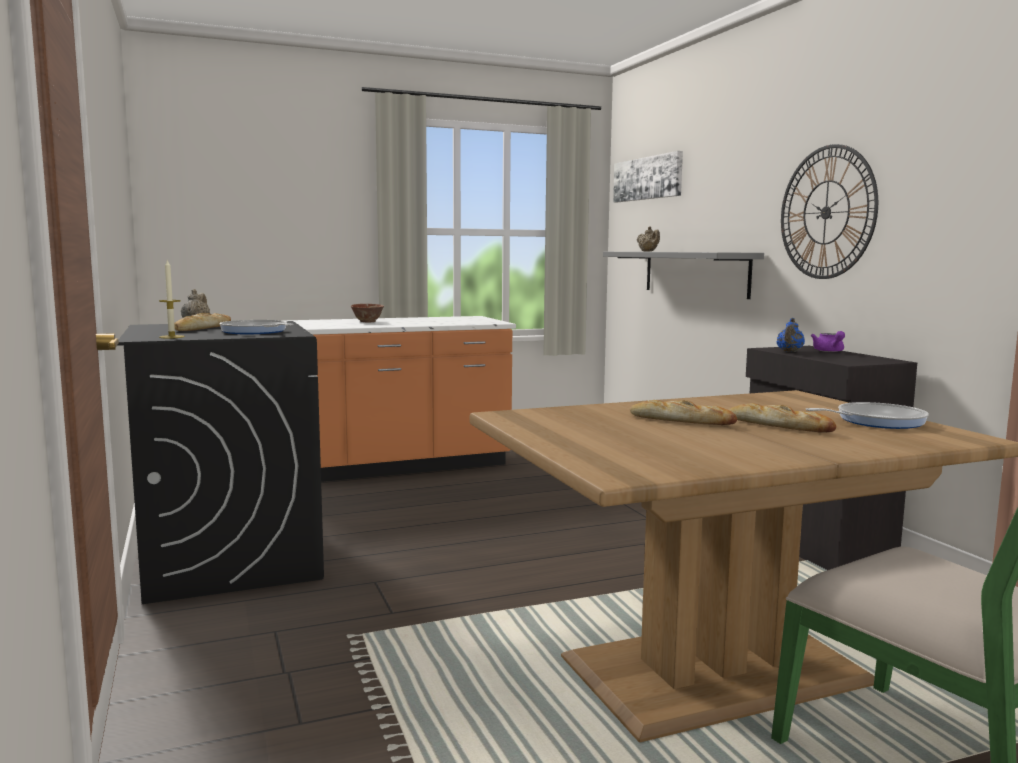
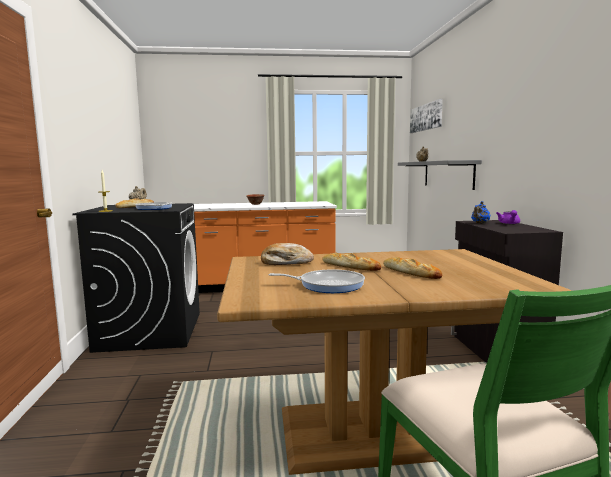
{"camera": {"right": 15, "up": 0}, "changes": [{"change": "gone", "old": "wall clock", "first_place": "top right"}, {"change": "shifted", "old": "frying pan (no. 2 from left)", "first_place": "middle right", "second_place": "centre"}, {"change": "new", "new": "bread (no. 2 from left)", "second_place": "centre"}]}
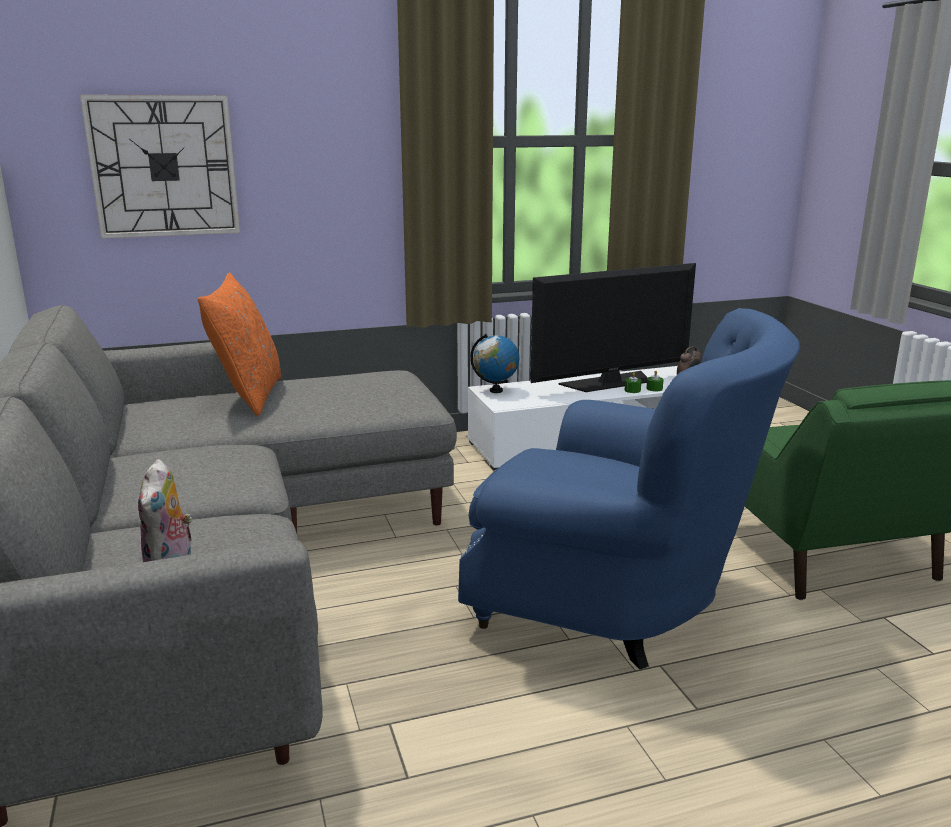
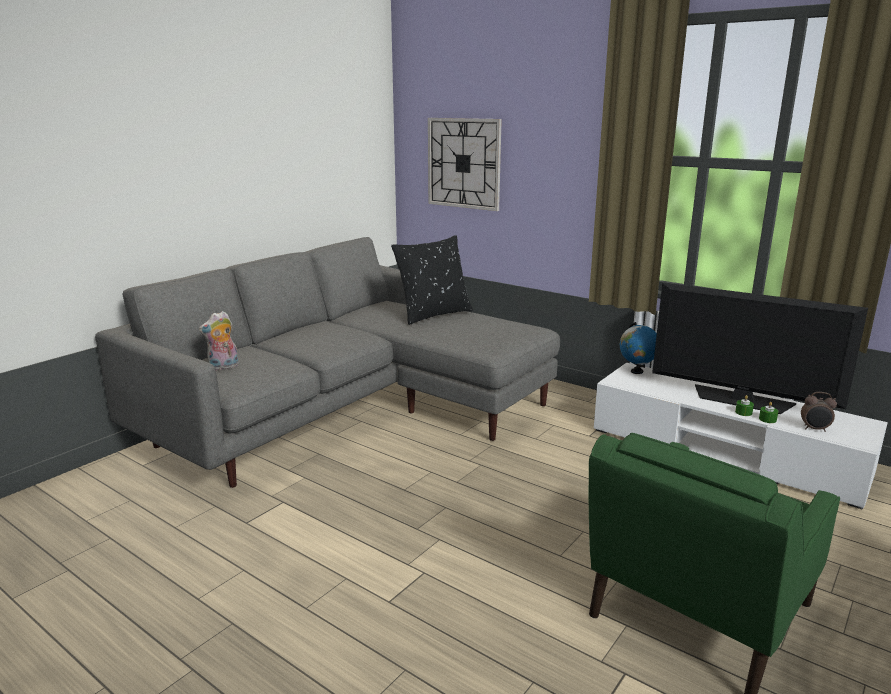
{"camera": {"right": 55, "up": 0}, "changes": [{"change": "repainted", "old": "pillow/orange", "new": "pillow/black", "first_place": "middle left", "second_place": "centre"}, {"change": "gone", "old": "armchair/blue", "first_place": "centre"}]}
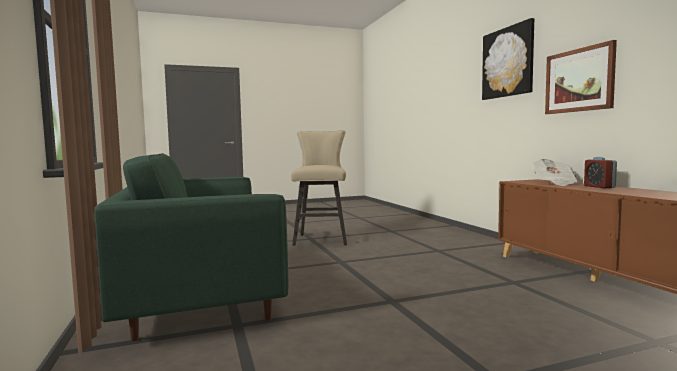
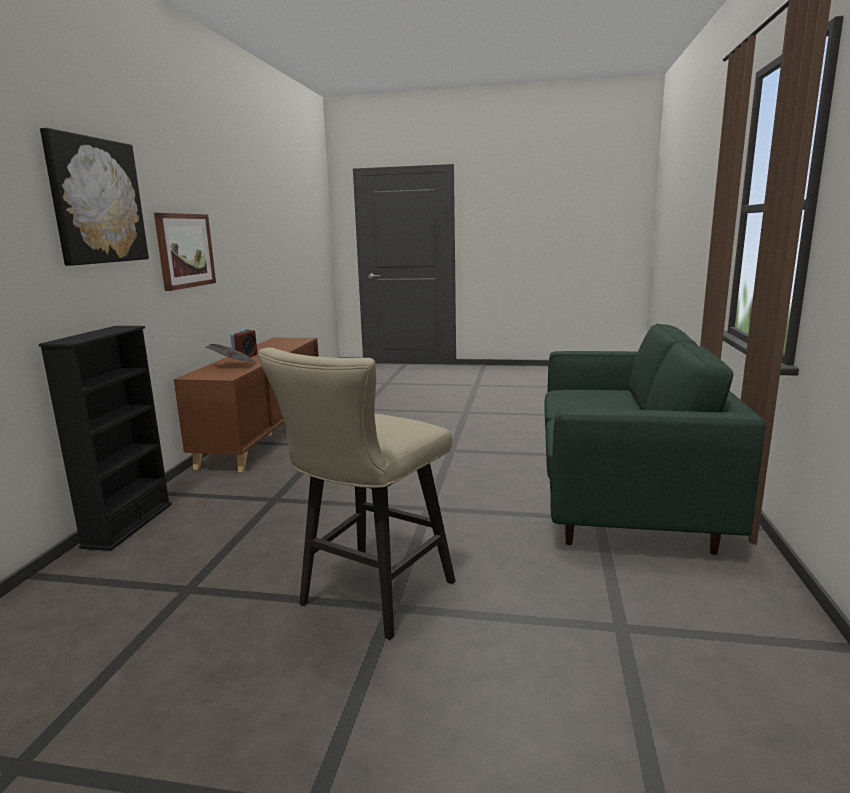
{"camera": {"right": -150, "up": 10}, "changes": [{"change": "new", "new": "bookcase/black", "second_place": "middle left"}]}
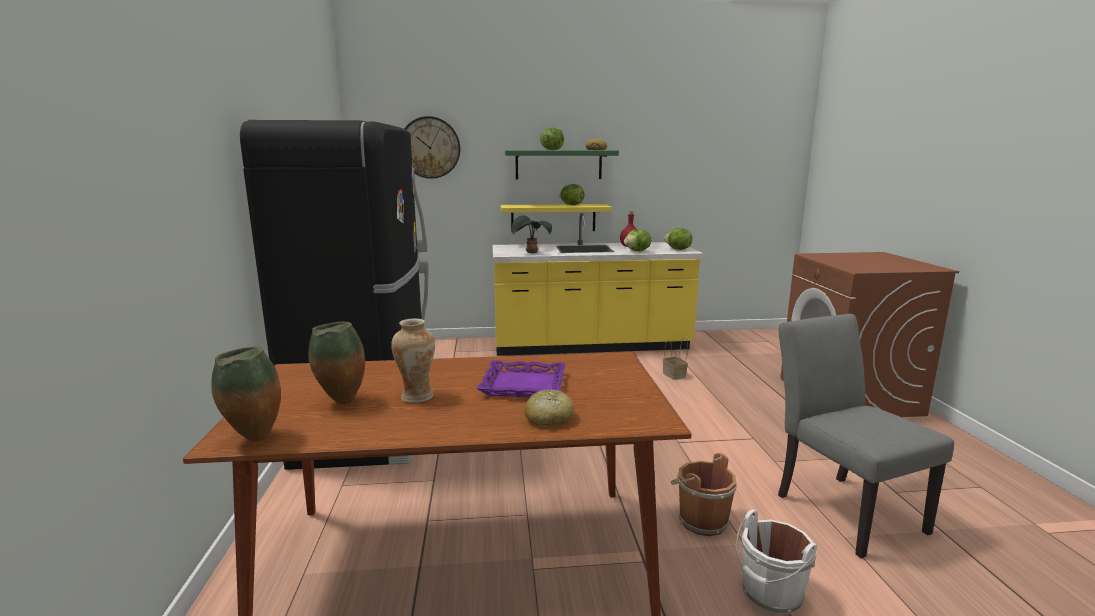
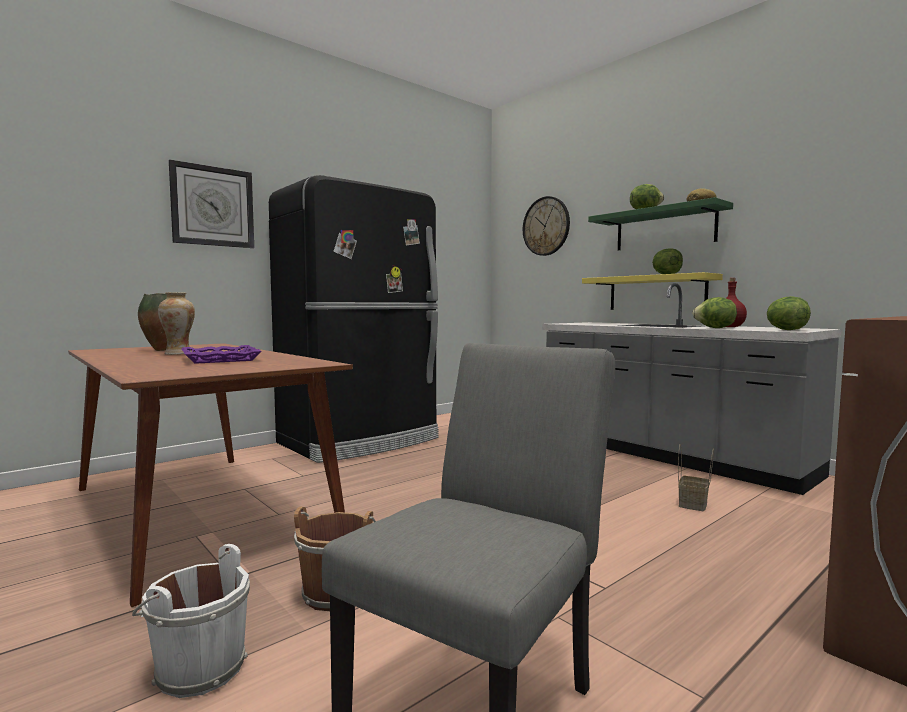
{"camera": {"right": 55, "up": -10}, "changes": [{"change": "repainted", "old": "counter/yellow", "new": "counter/grey", "first_place": "centre", "second_place": "middle right"}, {"change": "gone", "old": "potted plant", "first_place": "centre"}, {"change": "gone", "old": "vase (no. 1 from left)", "first_place": "middle left"}, {"change": "gone", "old": "bread (no. 1 from left)", "first_place": "centre"}, {"change": "new", "new": "wall clock (no. 1 from left)", "second_place": "top left"}]}
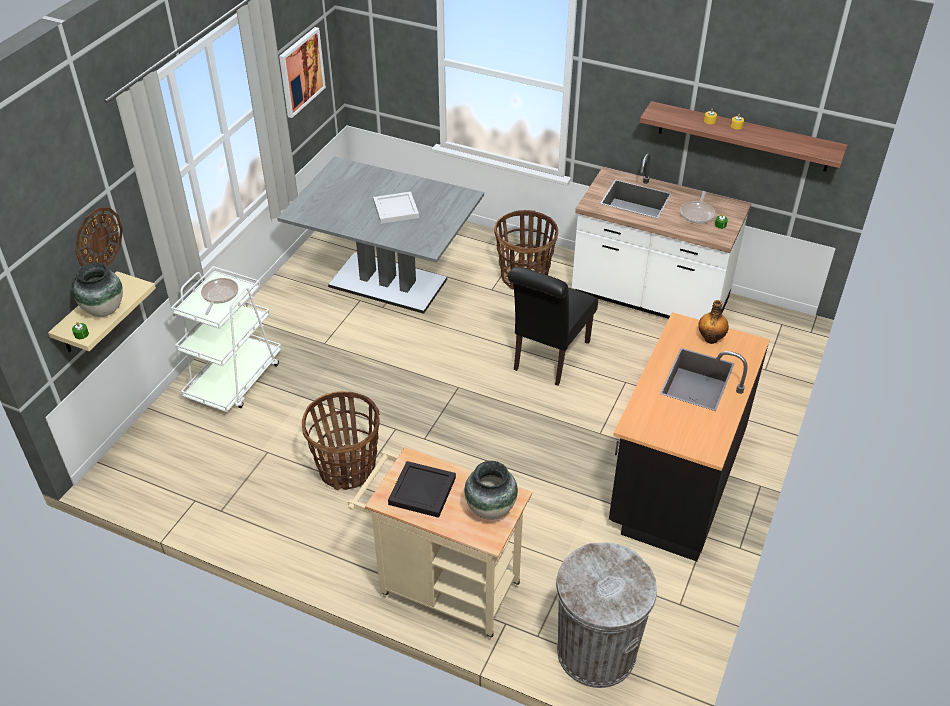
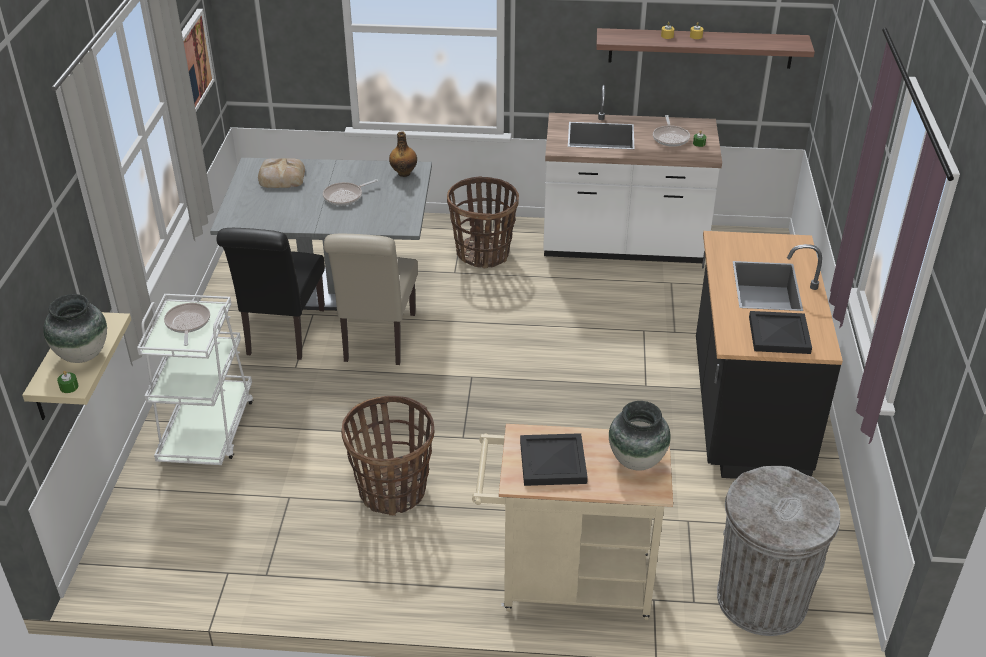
{"camera": {"right": -20, "up": -5}, "changes": [{"change": "swapped", "old": "tray/white", "new": "frying pan (no. 2 from left)", "first_place": "top centre", "second_place": "top centre"}, {"change": "gone", "old": "wall clock", "first_place": "middle left"}, {"change": "shifted", "old": "chair/black", "first_place": "centre", "second_place": "middle left"}, {"change": "shifted", "old": "bottle", "first_place": "middle right", "second_place": "top centre"}, {"change": "new", "new": "bread", "second_place": "top left"}, {"change": "new", "new": "chair/beige", "second_place": "centre"}, {"change": "new", "new": "tray/black (no. 2 from left)", "second_place": "middle right"}]}
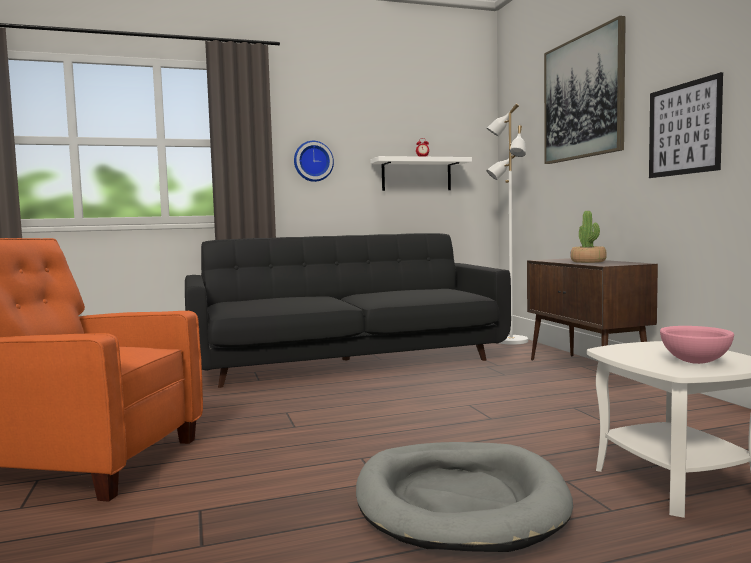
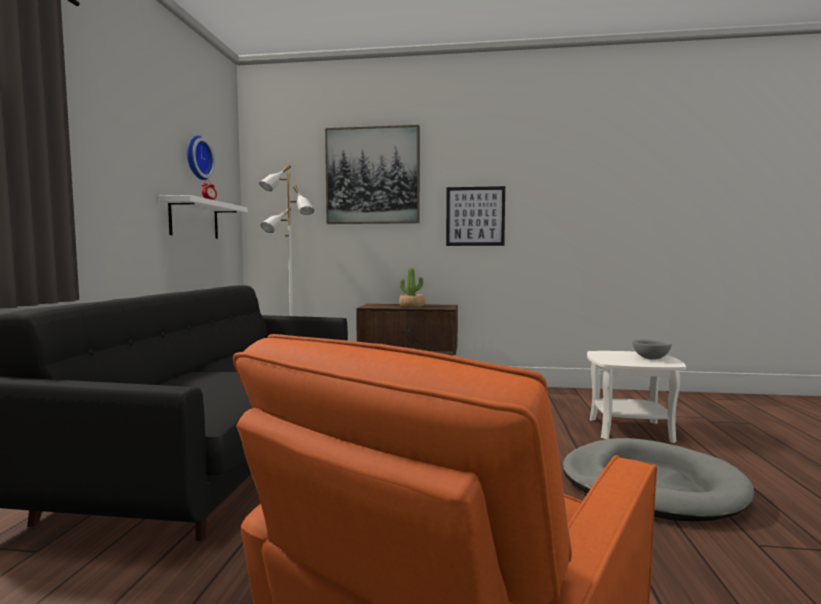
{"camera": {"right": -65, "up": 0}, "changes": [{"change": "shifted", "old": "wall clock", "first_place": "top centre", "second_place": "top left"}, {"change": "repainted", "old": "bowl/pink", "new": "bowl/grey", "first_place": "middle right", "second_place": "middle right"}]}
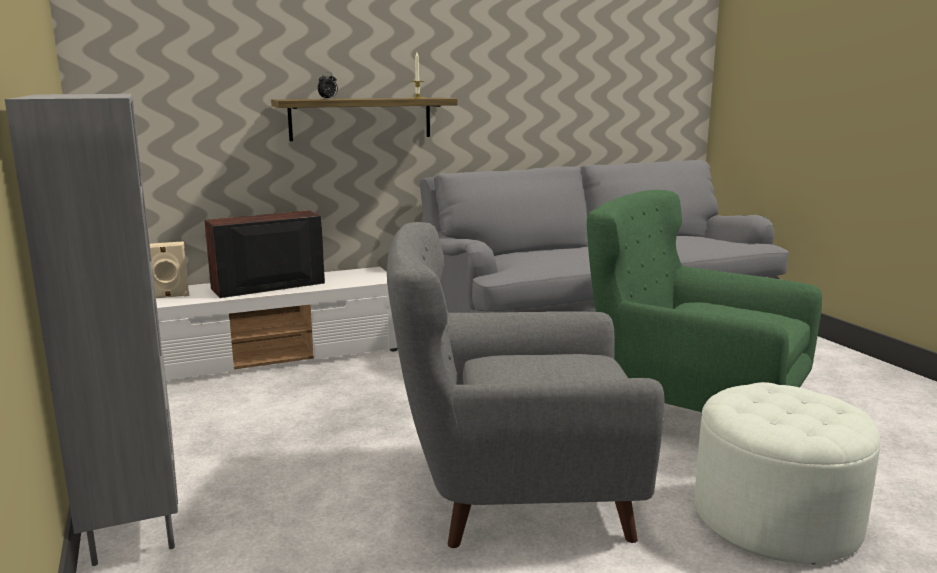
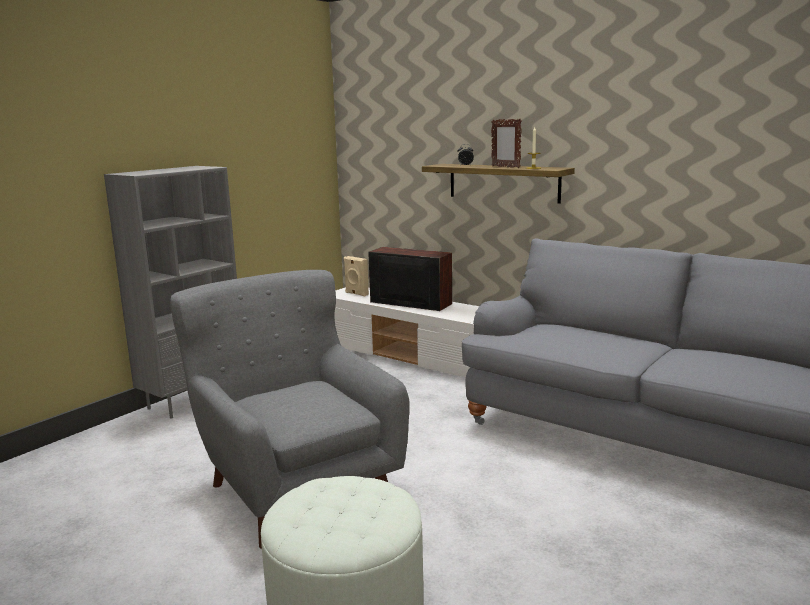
{"camera": {"right": 60, "up": 0}, "changes": [{"change": "gone", "old": "armchair/green", "first_place": "middle right"}, {"change": "new", "new": "picture frame", "second_place": "top centre"}]}
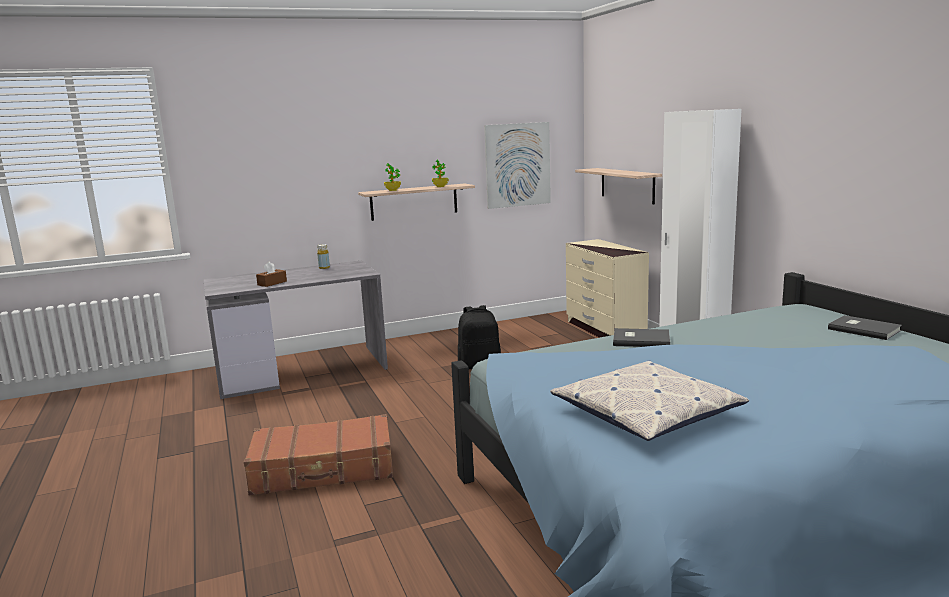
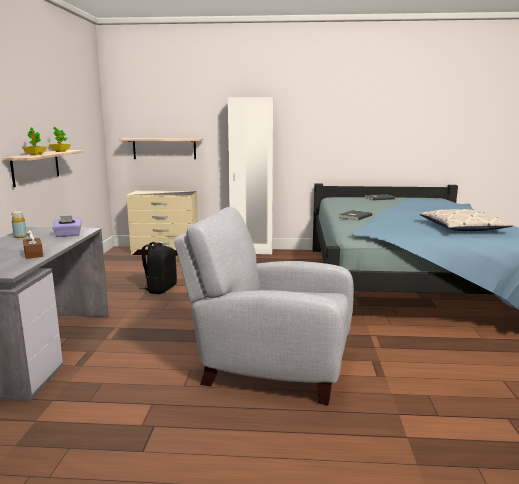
{"camera": {"right": -65, "up": 0}, "changes": [{"change": "gone", "old": "picture", "first_place": "top centre"}, {"change": "swapped", "old": "suitcase/brown", "new": "armchair/grey", "first_place": "bottom centre", "second_place": "centre"}, {"change": "new", "new": "tissue box/purple", "second_place": "middle left"}]}
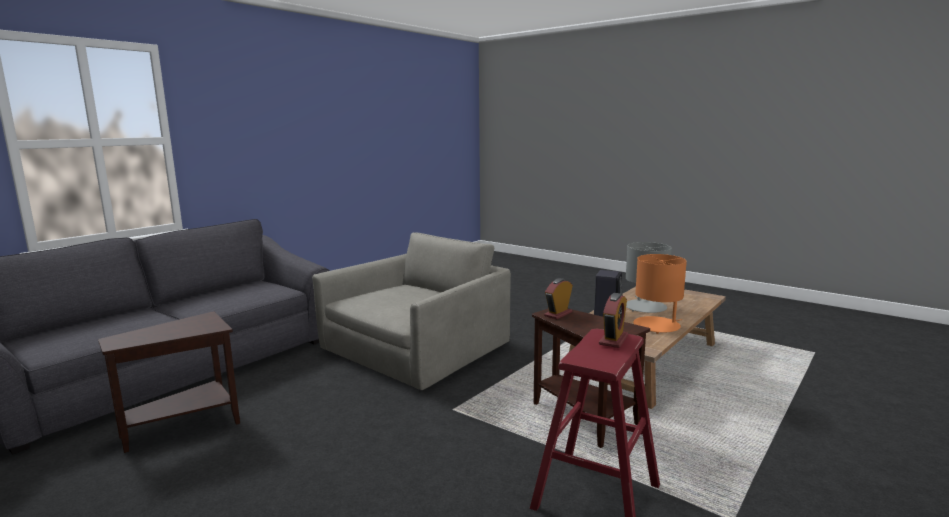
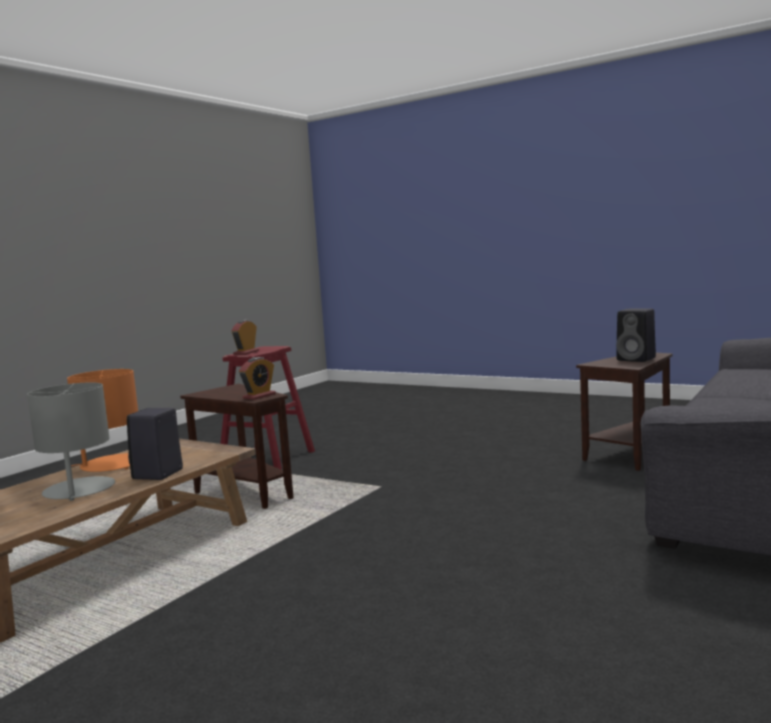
{"camera": {"right": 175, "up": -5}, "changes": [{"change": "gone", "old": "armchair/grey", "first_place": "centre"}, {"change": "new", "new": "speaker/black (no. 2 from left)", "second_place": "middle right"}]}
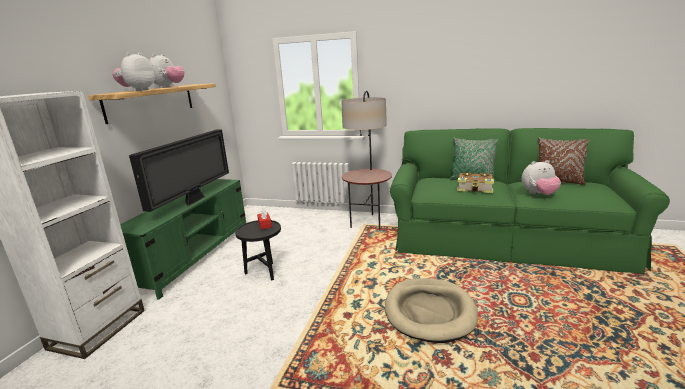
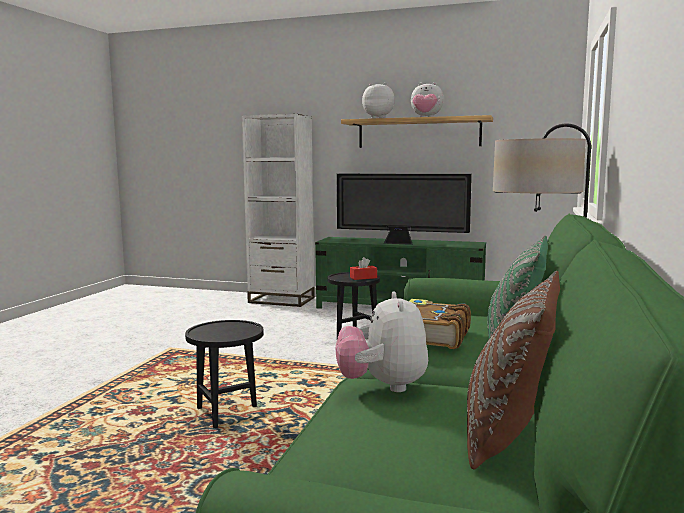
{"camera": {"right": 90, "up": -10}, "changes": [{"change": "swapped", "old": "dog bed/beige", "new": "side table/black (no. 1 from left)", "first_place": "bottom centre", "second_place": "bottom left"}]}
